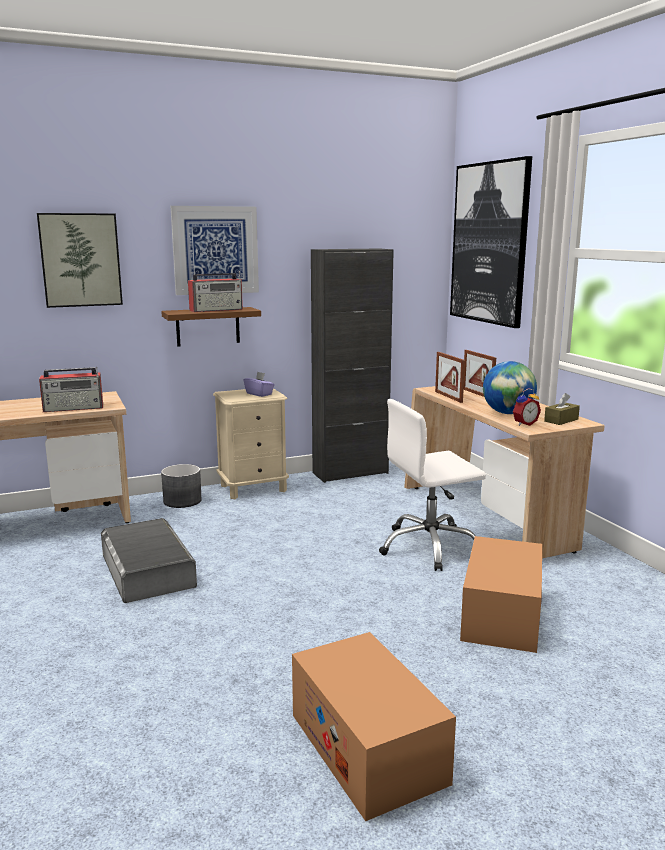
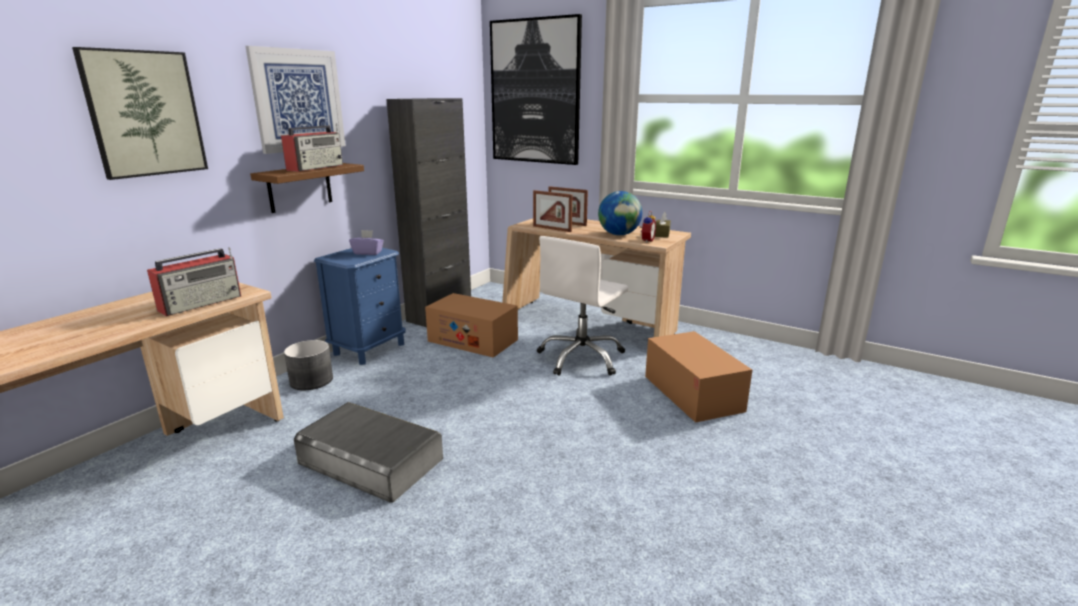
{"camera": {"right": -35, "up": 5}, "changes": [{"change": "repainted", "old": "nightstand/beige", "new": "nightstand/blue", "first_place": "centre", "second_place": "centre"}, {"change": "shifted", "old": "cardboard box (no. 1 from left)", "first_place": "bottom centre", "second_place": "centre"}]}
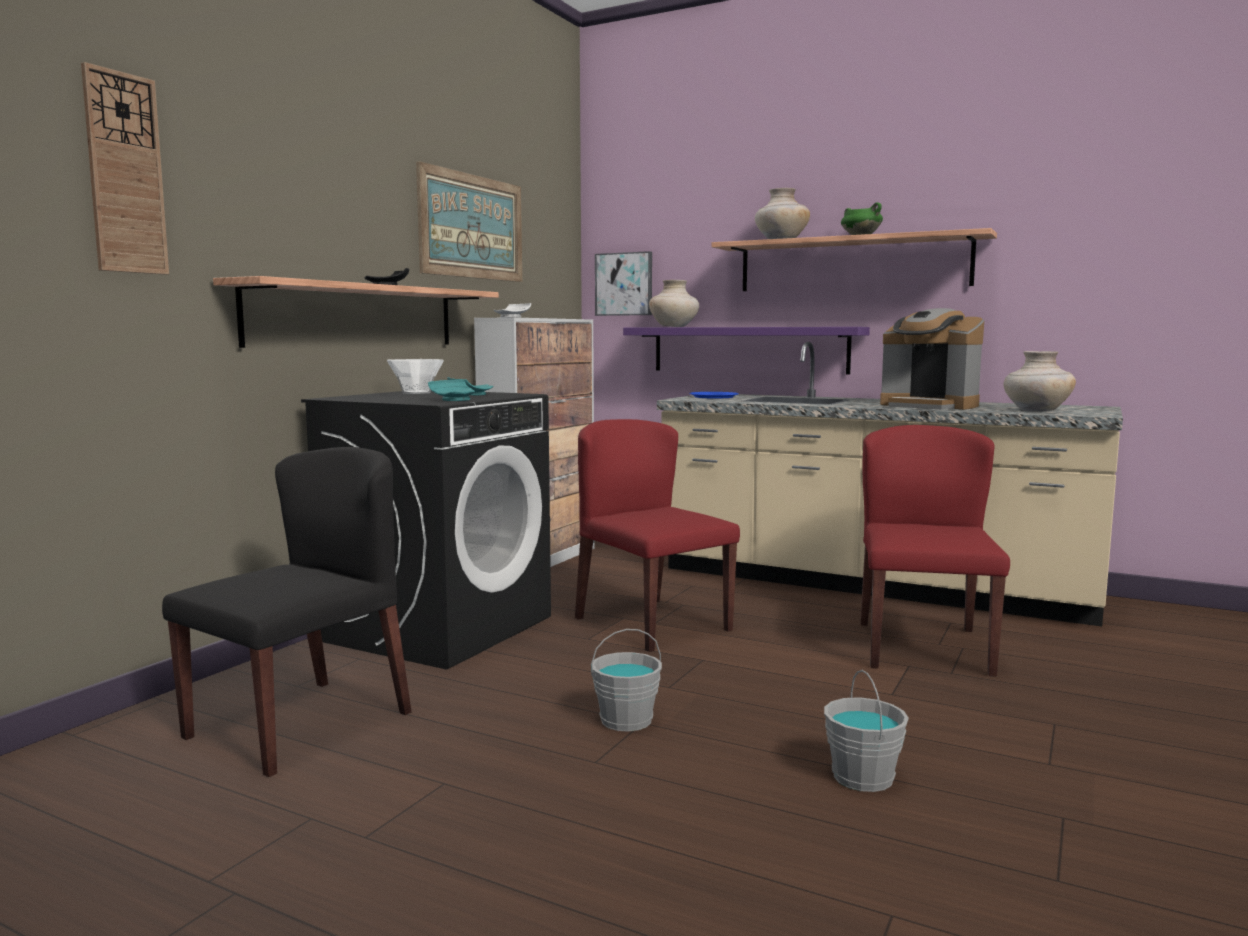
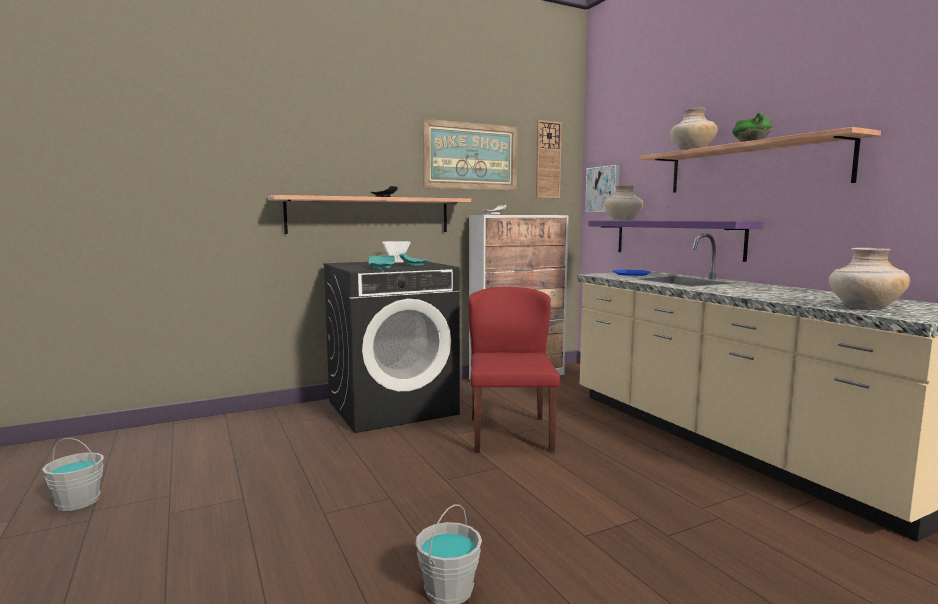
{"camera": {"right": 35, "up": 0}, "changes": [{"change": "shifted", "old": "wall clock", "first_place": "top left", "second_place": "top centre"}, {"change": "gone", "old": "coffee machine", "first_place": "middle right"}, {"change": "gone", "old": "chair/red (no. 2 from left)", "first_place": "middle right"}, {"change": "gone", "old": "chair/black", "first_place": "middle left"}, {"change": "shifted", "old": "bucket/grey (no. 1 from left)", "first_place": "bottom centre", "second_place": "bottom left"}]}
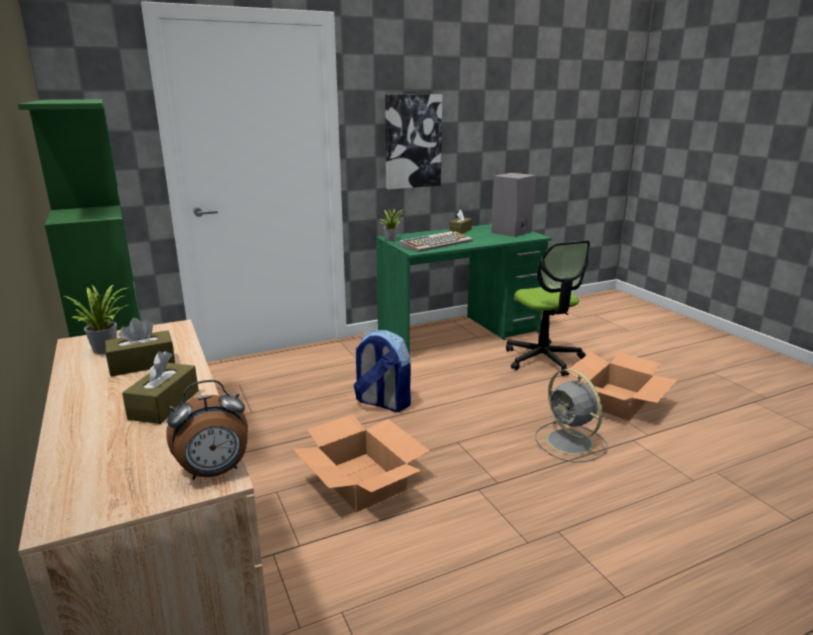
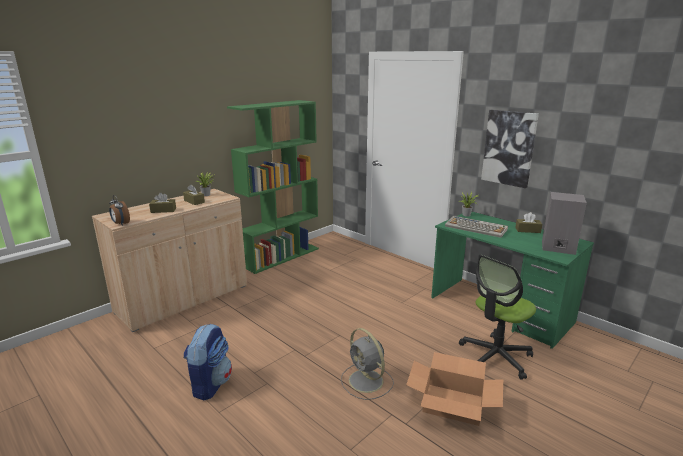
{"camera": {"right": 70, "up": 0}, "changes": [{"change": "shifted", "old": "backpack", "first_place": "centre", "second_place": "bottom left"}, {"change": "rotated", "old": "fan/grey", "first_place": "middle right", "second_place": "bottom centre", "degrees": -75}, {"change": "gone", "old": "cardboard box (no. 1 from left)", "first_place": "bottom centre"}]}
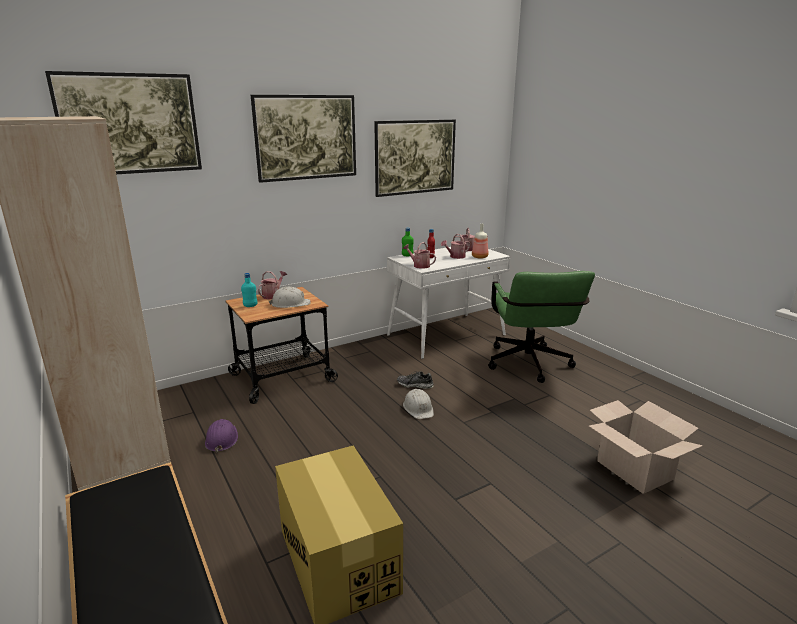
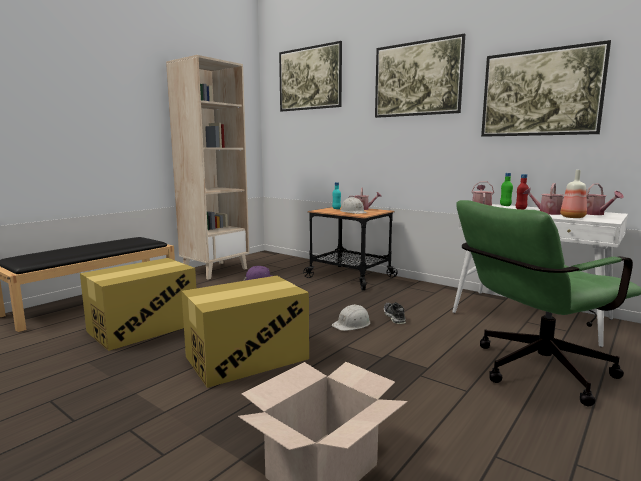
{"camera": {"right": 70, "up": -10}, "changes": [{"change": "new", "new": "cardboard box (no. 2 from left)", "second_place": "bottom centre"}]}
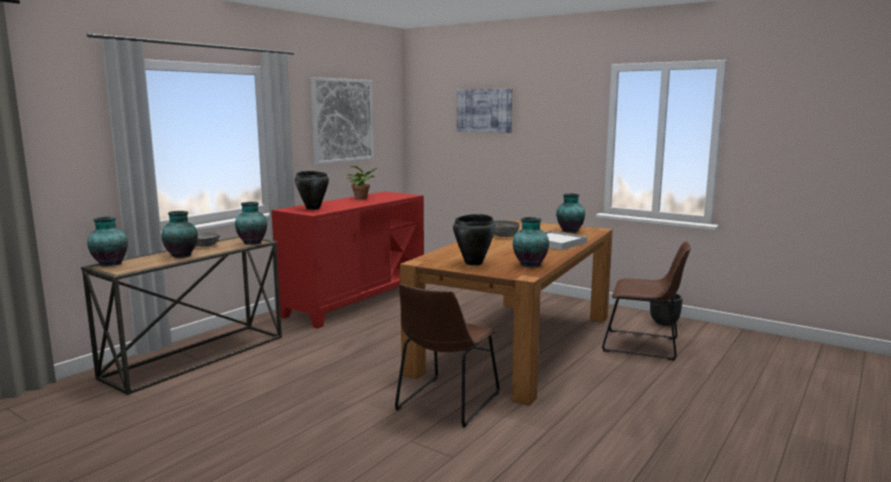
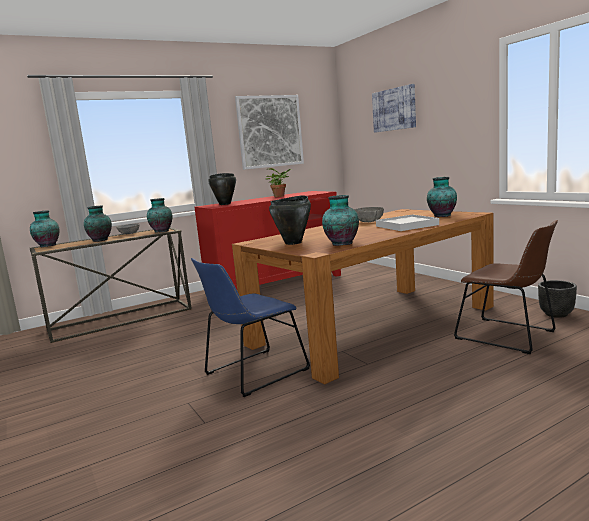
{"camera": {"right": 25, "up": 0}, "changes": [{"change": "repainted", "old": "chair/brown (no. 1 from left)", "new": "chair/blue", "first_place": "bottom centre", "second_place": "centre"}]}
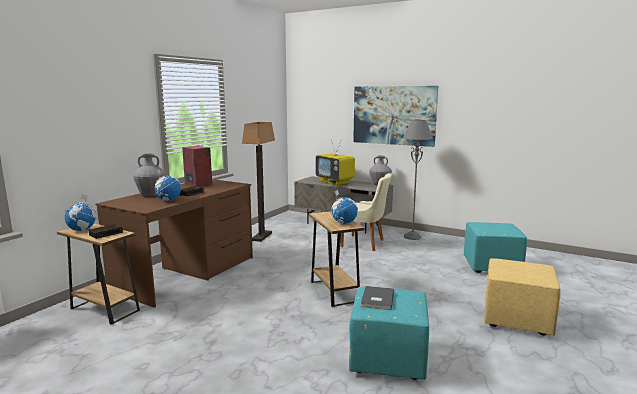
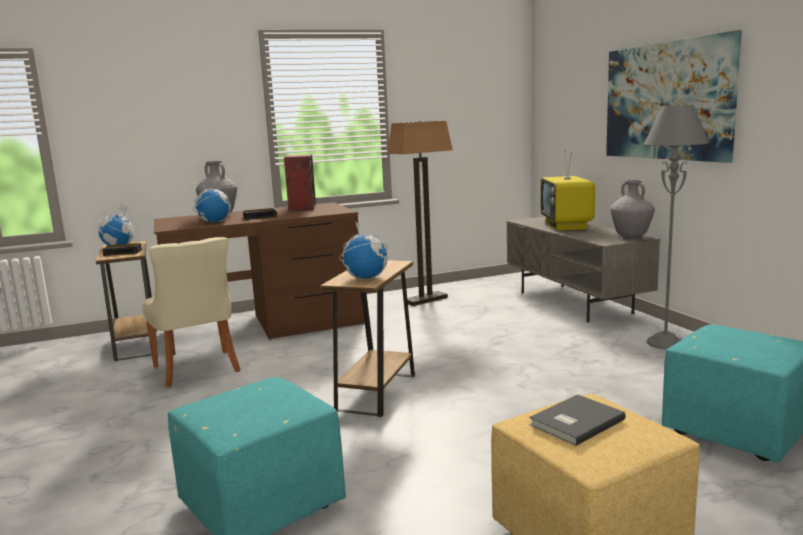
{"camera": {"right": 40, "up": 0}, "changes": [{"change": "shifted", "old": "chair/beige", "first_place": "centre", "second_place": "middle left"}, {"change": "shifted", "old": "book/grey", "first_place": "bottom centre", "second_place": "bottom right"}]}
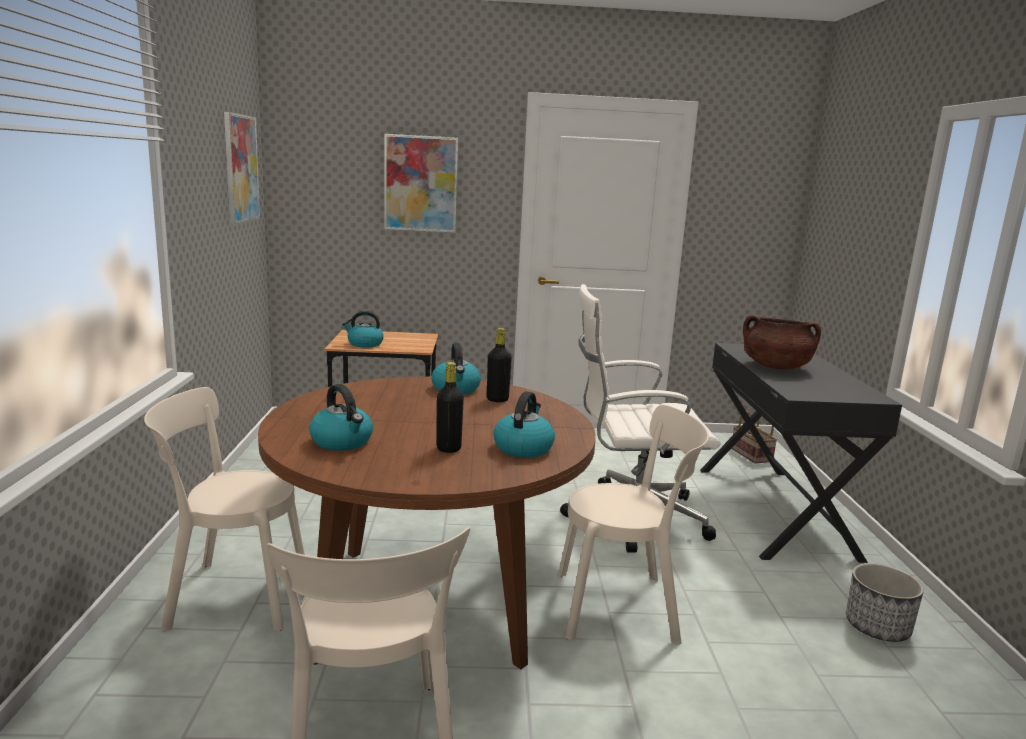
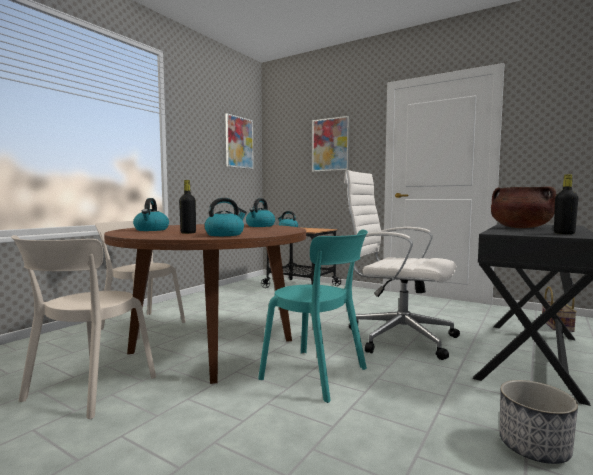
{"camera": {"right": 35, "up": -10}, "changes": [{"change": "shifted", "old": "bottle/black (no. 2 from left)", "first_place": "centre", "second_place": "middle right"}, {"change": "repainted", "old": "chair/beige (no. 3 from left)", "new": "chair/turquoise", "first_place": "bottom centre", "second_place": "centre"}]}
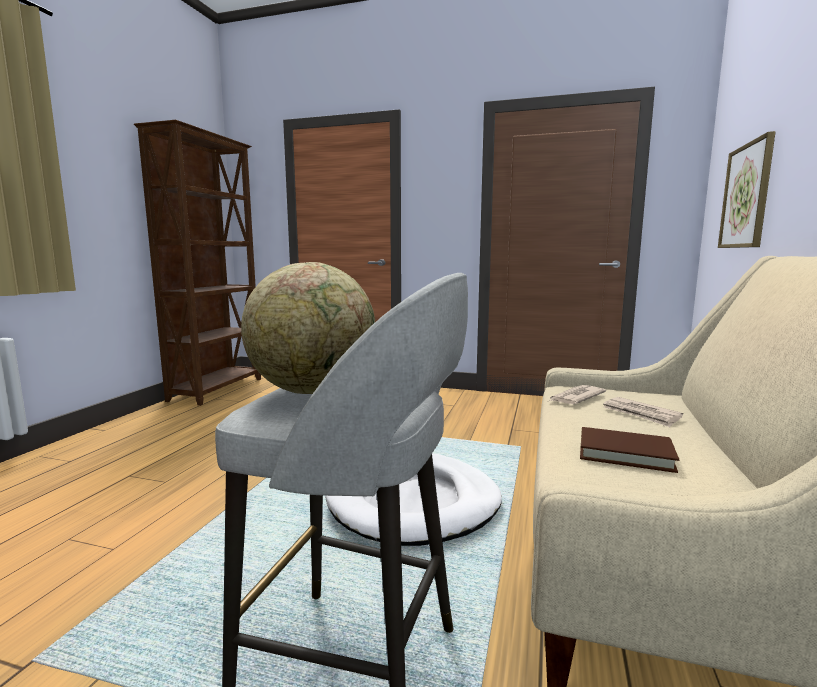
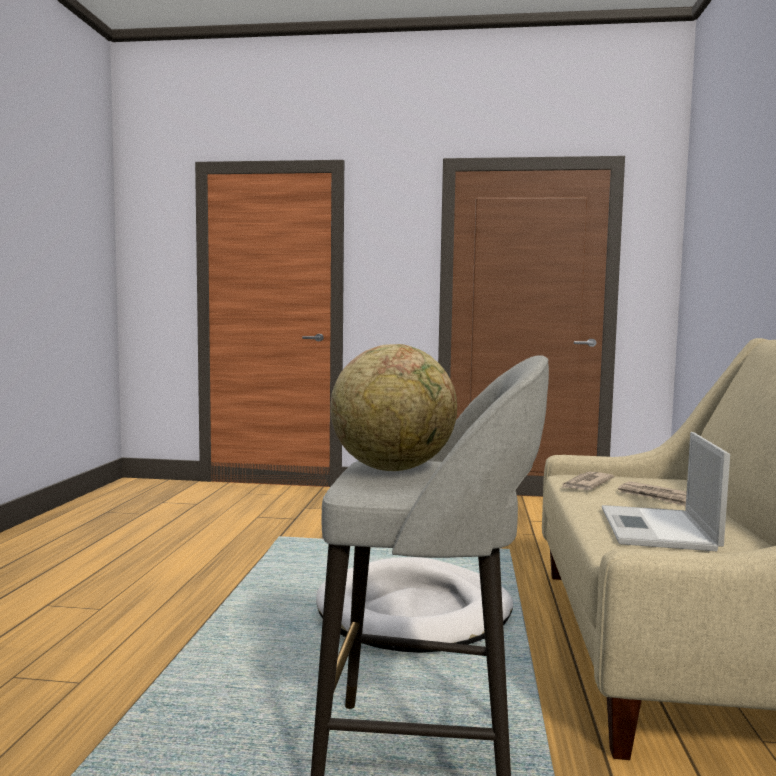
{"camera": {"right": -10, "up": -5}, "changes": [{"change": "gone", "old": "bookcase/brown", "first_place": "middle left"}, {"change": "gone", "old": "picture", "first_place": "top right"}, {"change": "swapped", "old": "book/brown", "new": "laptop", "first_place": "middle right", "second_place": "middle right"}]}
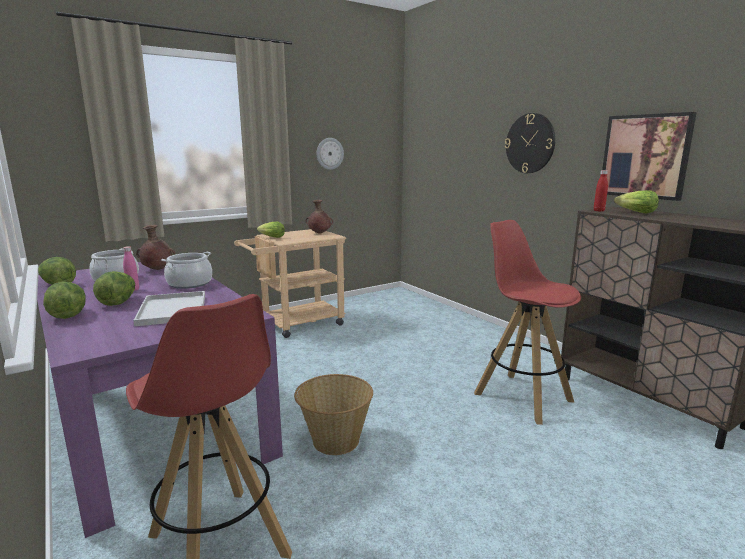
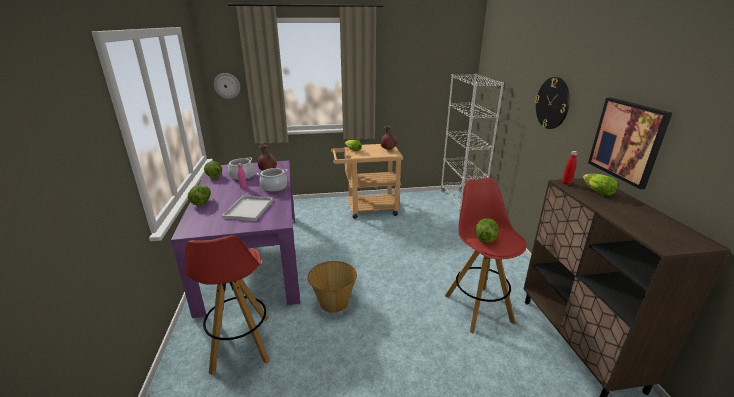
{"camera": {"right": 25, "up": 10}, "changes": [{"change": "shifted", "old": "wall clock (no. 1 from left)", "first_place": "top centre", "second_place": "top left"}, {"change": "shifted", "old": "lettuce (no. 3 from left in the first image)", "new": "lettuce (no. 4 from left)", "first_place": "middle left", "second_place": "centre"}, {"change": "new", "new": "bookcase/white", "second_place": "centre"}]}
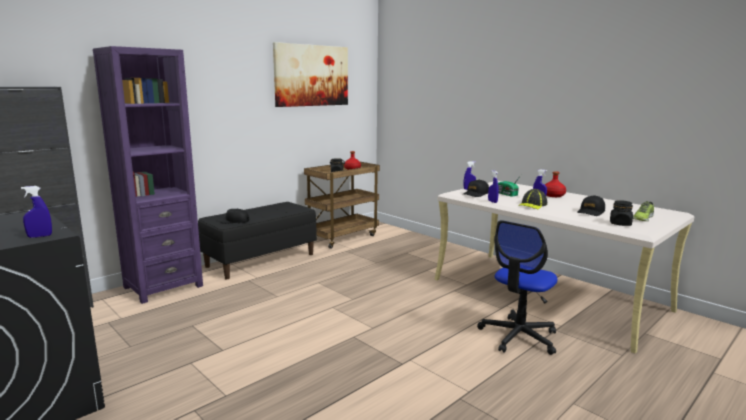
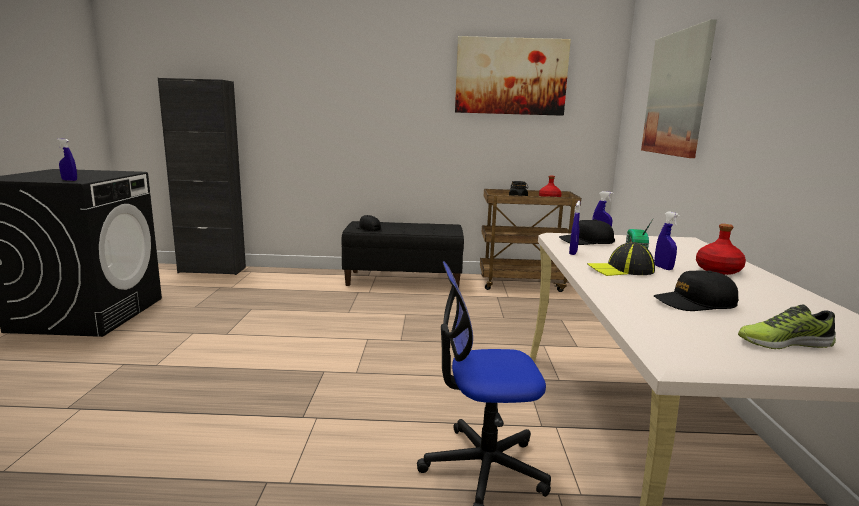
{"camera": {"right": 45, "up": 0}, "changes": [{"change": "gone", "old": "bookcase/purple", "first_place": "middle left"}, {"change": "gone", "old": "jar/black (no. 2 from left)", "first_place": "middle right"}, {"change": "new", "new": "picture (no. 2 from left)", "second_place": "top right"}]}
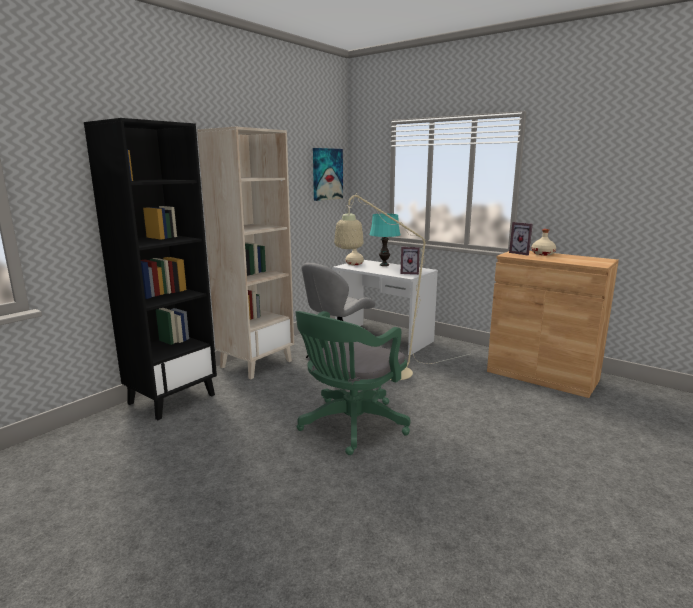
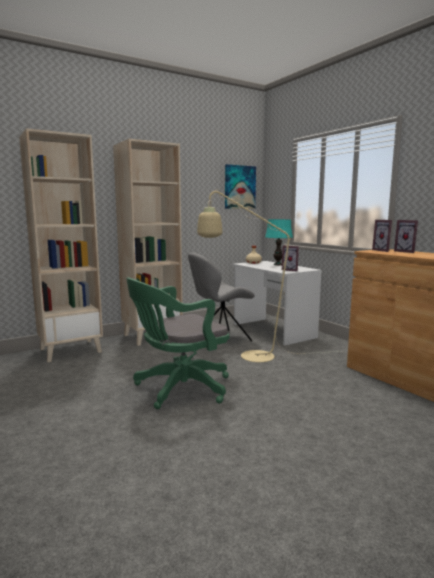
{"camera": {"right": 20, "up": -5}, "changes": [{"change": "repainted", "old": "bookcase/black", "new": "bookcase/beige (no. 1 from left)", "first_place": "middle left", "second_place": "middle left"}, {"change": "swapped", "old": "bottle/beige (no. 2 from left)", "new": "picture frame (no. 3 from left)", "first_place": "middle right", "second_place": "middle right"}]}
